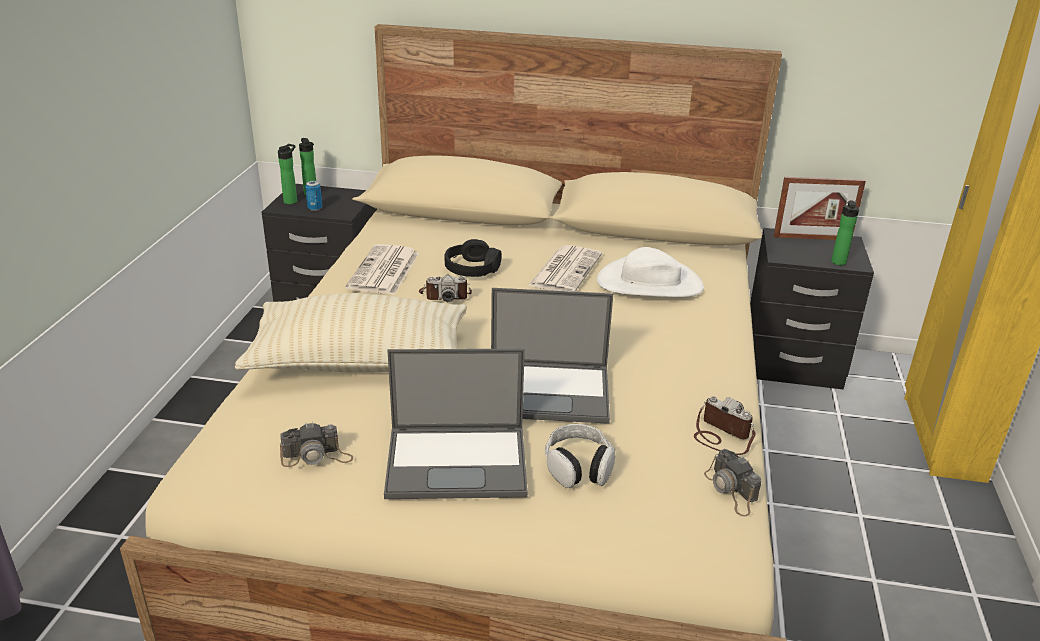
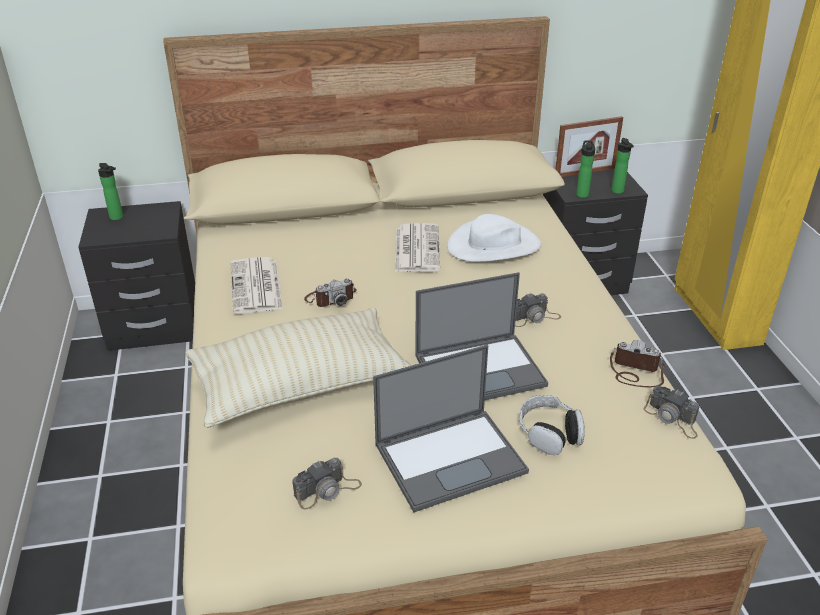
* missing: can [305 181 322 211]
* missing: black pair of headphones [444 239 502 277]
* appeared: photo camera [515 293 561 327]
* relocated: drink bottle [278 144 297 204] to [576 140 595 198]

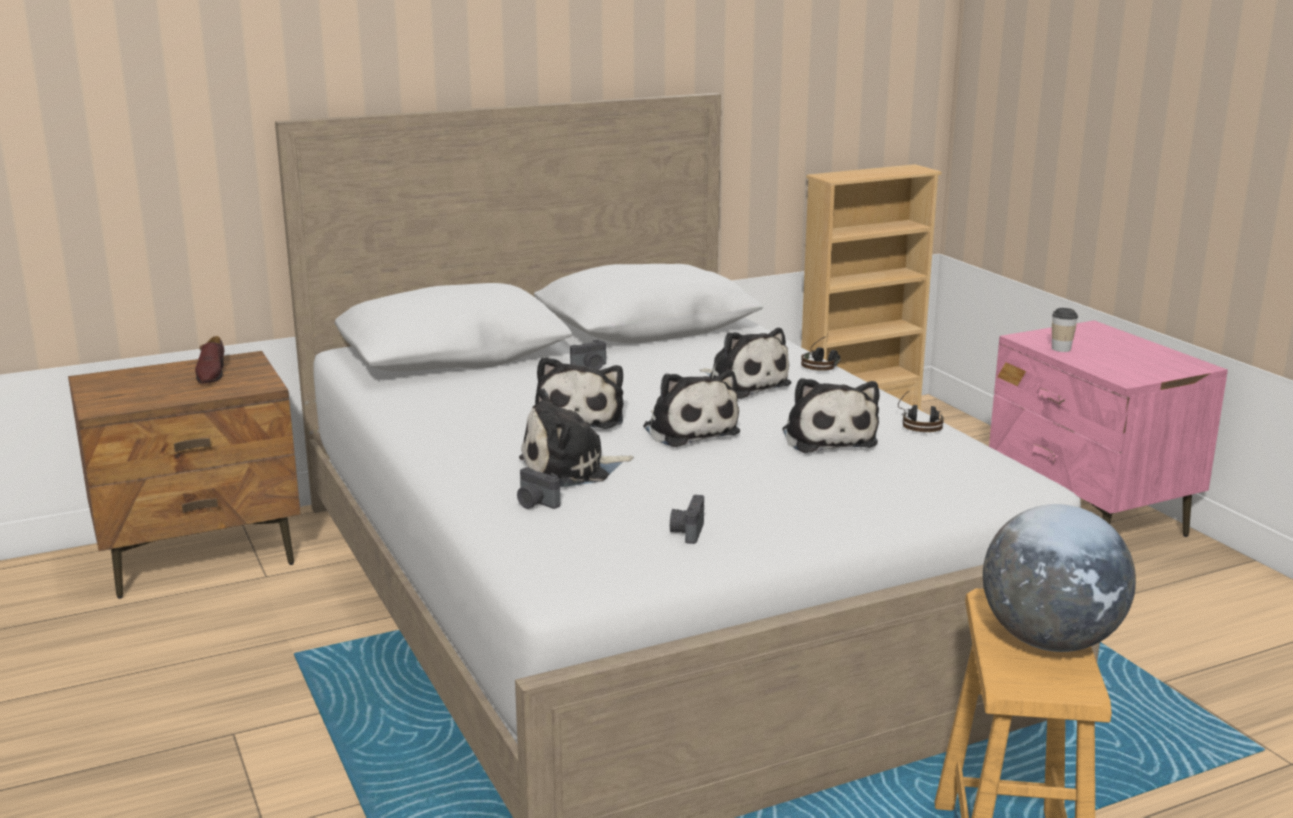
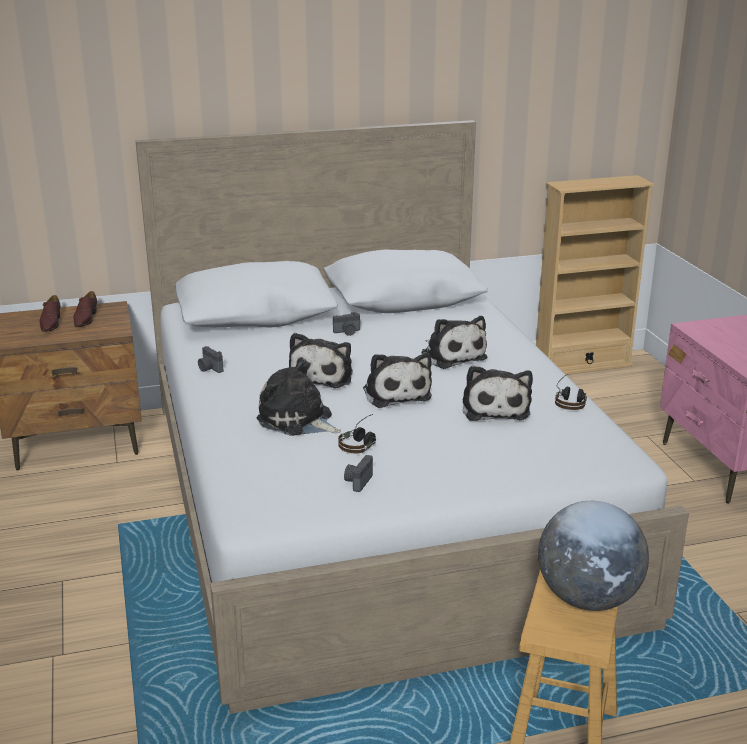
* missing: small cup [1052 308 1078 352]
* appeared: brown-coloured low shoe [39 295 61 332]
* relocated: photo camera [517 468 560 509] to [198 346 223 373]
* relocated: pair of headphones [801 337 841 371] to [338 414 376 454]
* spun: cuddly toy [519 388 634 487] = [257 359 341 436] 45 degrees clockwise

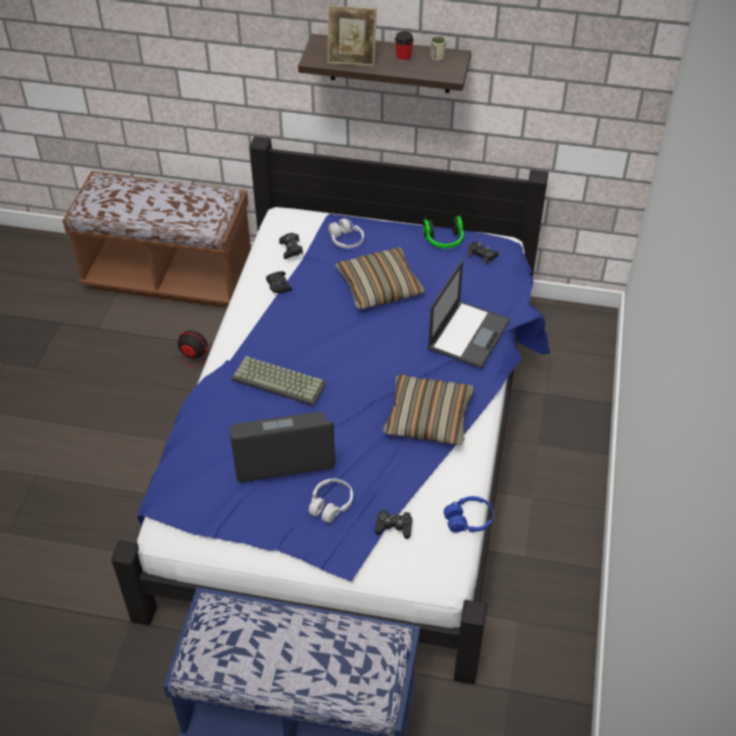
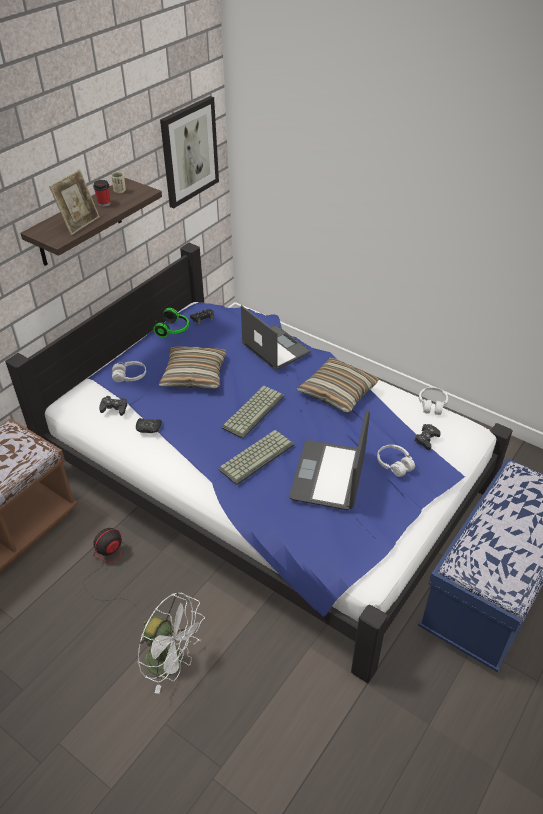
* appeared: white cooling fan [138 592 205 694]
* appeared: picture [160 96 219 208]
* appeared: PC keyboard [222 386 284 439]
* colour: blue-coloured pair of headphones [444 496 494 533] to white pair of headphones [419 387 448 415]

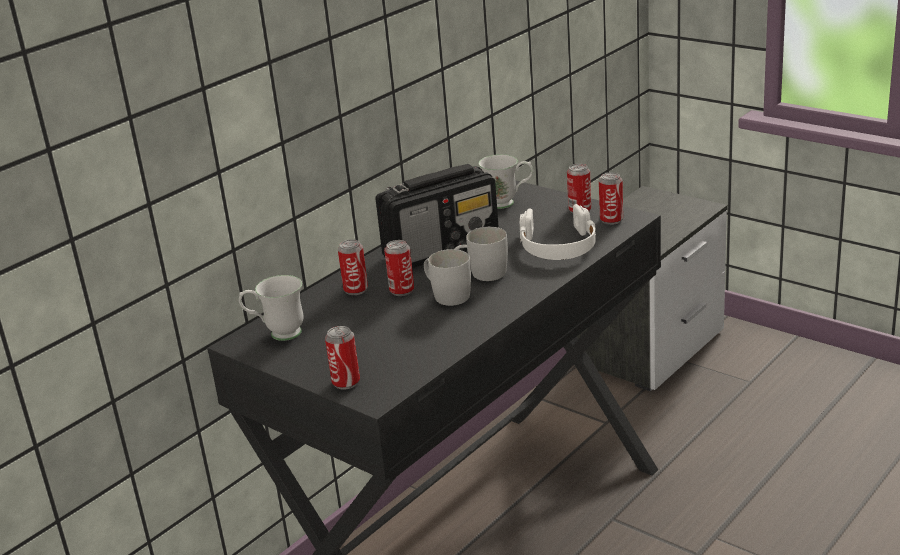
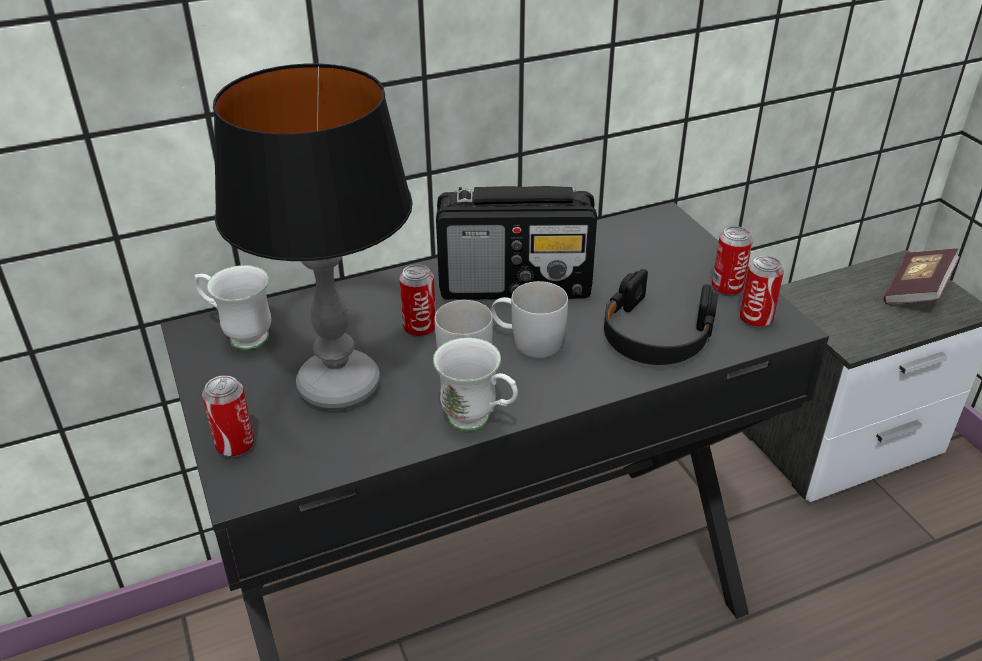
* missing: can [338 239 368 295]
* appeared: lamp for a table [213 63 413 410]
* appeared: bound book [884 248 960 304]
* relocated: white tea mug [478 154 533 209] to [433 337 518 431]
* colour: white pair of headphones [520 204 596 260] to black pair of headphones [604 269 718 365]

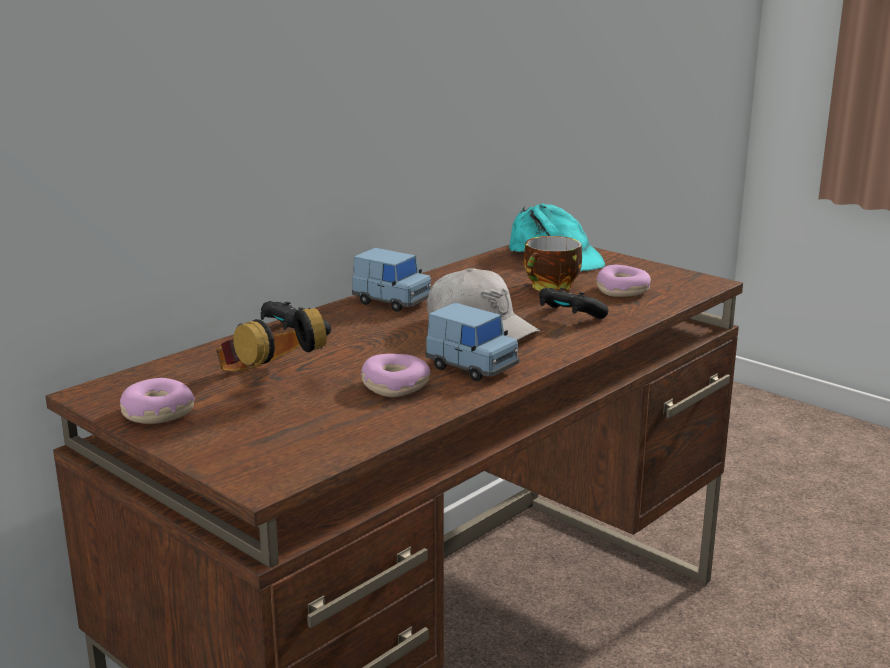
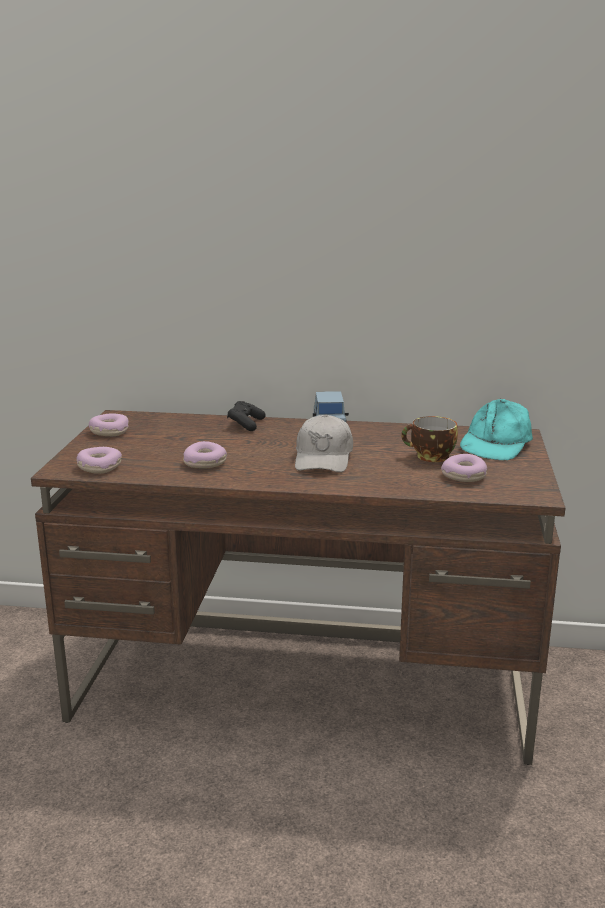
* missing: pair of headphones [216 307 327 371]
* missing: blue-coloured model car [426 303 519 381]
* missing: black joypad [539 287 608 319]
* appeared: ring doughnut [76 447 122 474]

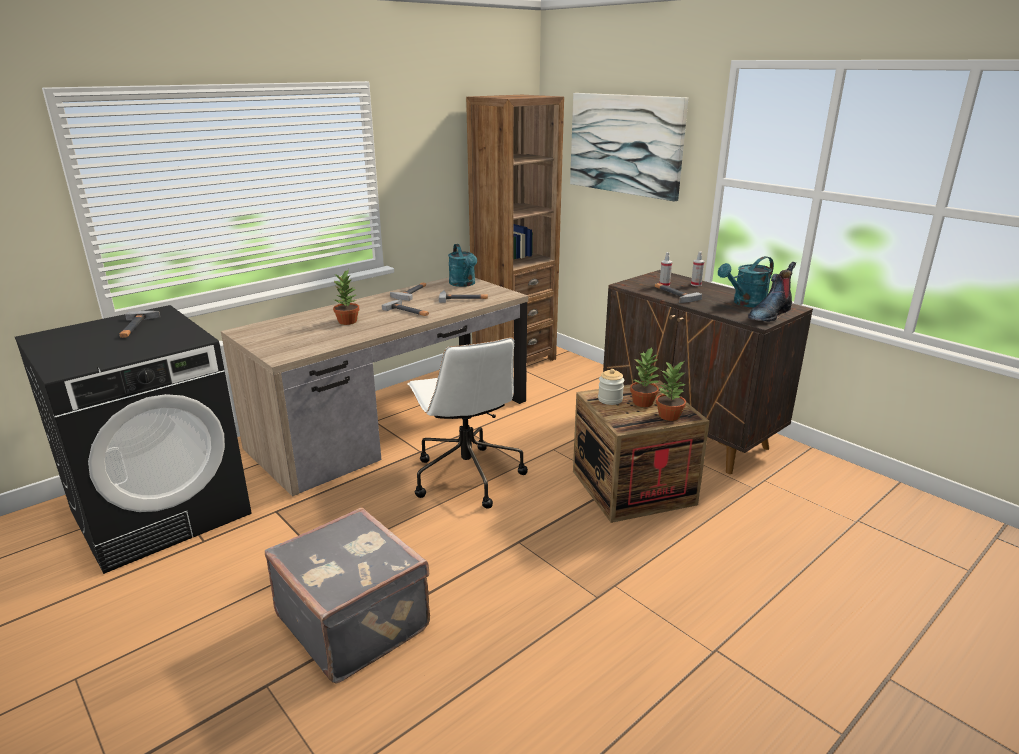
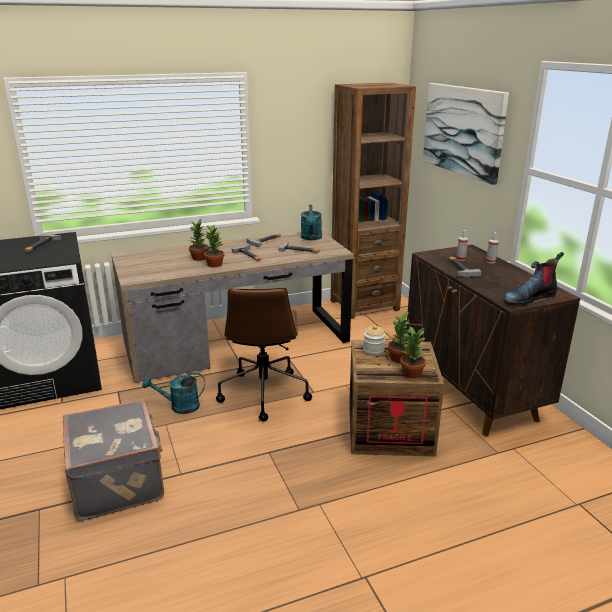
* appeared: plant in a pot [204 224 224 267]
* relocated: turquoise watering can [718 256 774 307] to [142 372 205 414]
* colour: white computer chair [407 337 528 509] to brown-coloured computer chair [216 287 312 422]

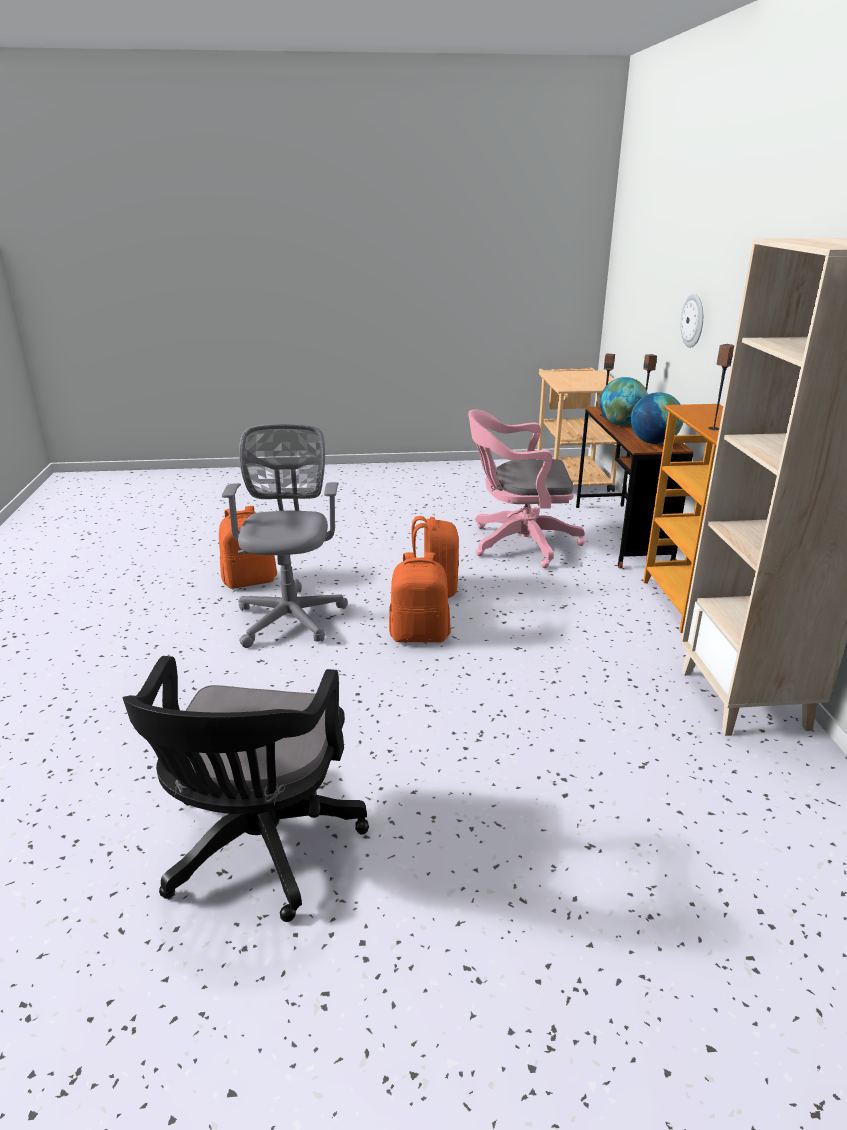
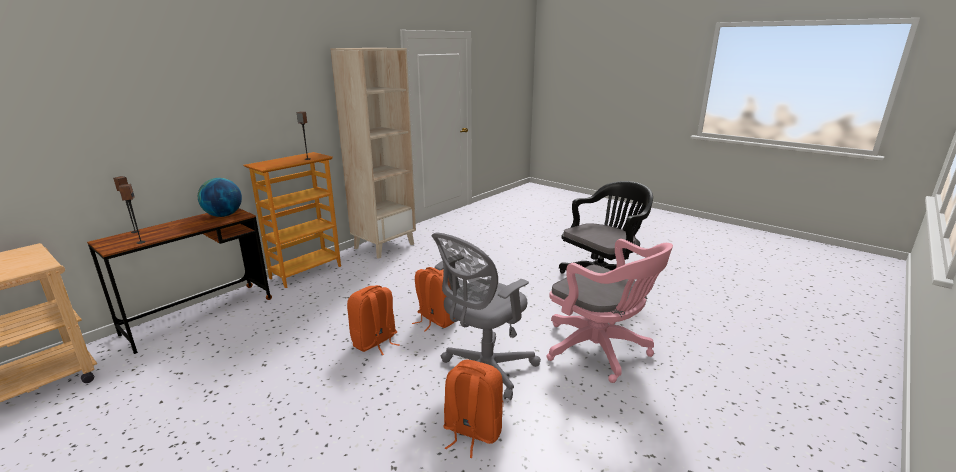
* missing: desk globe [600 377 648 426]
* missing: clock on the wall [681 294 703 348]
* relocated: pink computer chair [468 409 585 568] to [547 239 673 383]

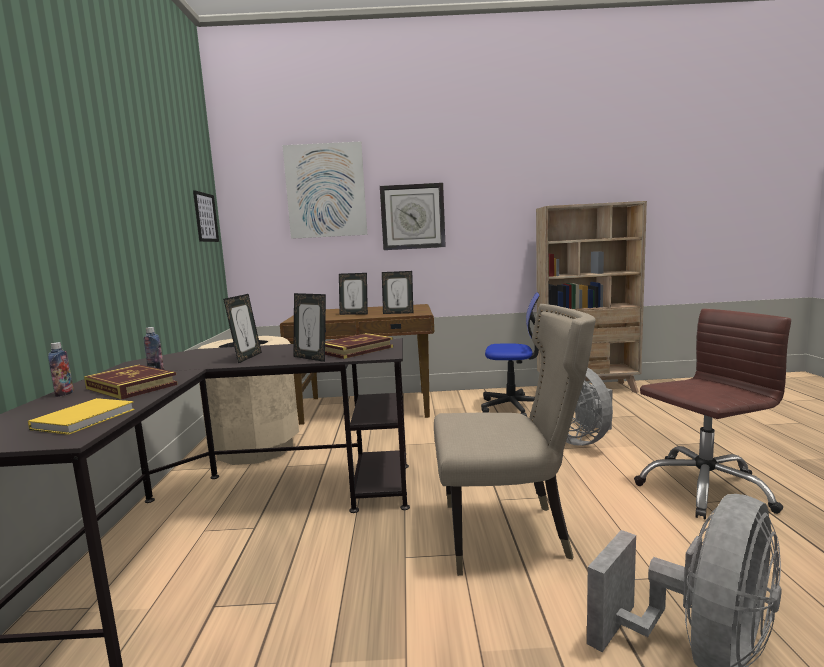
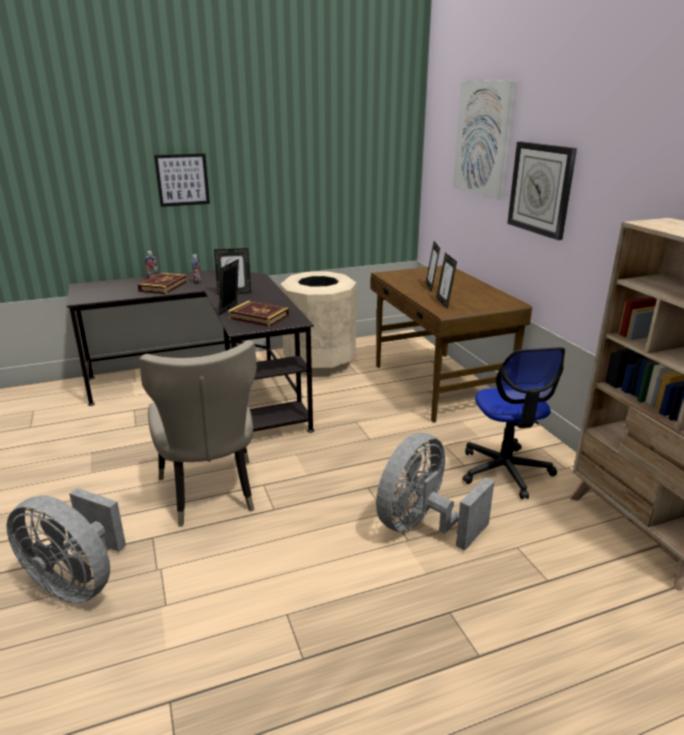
* missing: yellow-coloured bound book [28 398 135 435]
* missing: brown-coloured computer chair [634 309 791 520]
* relocated: picture [193 190 219 242] to [154 153 210 207]

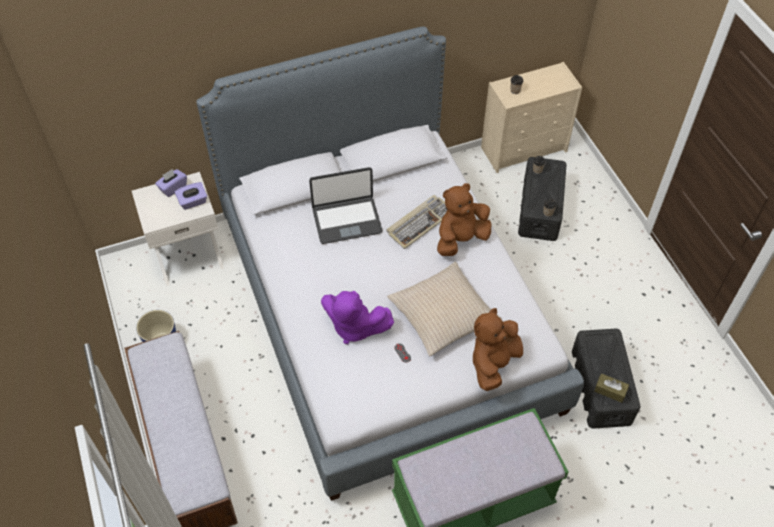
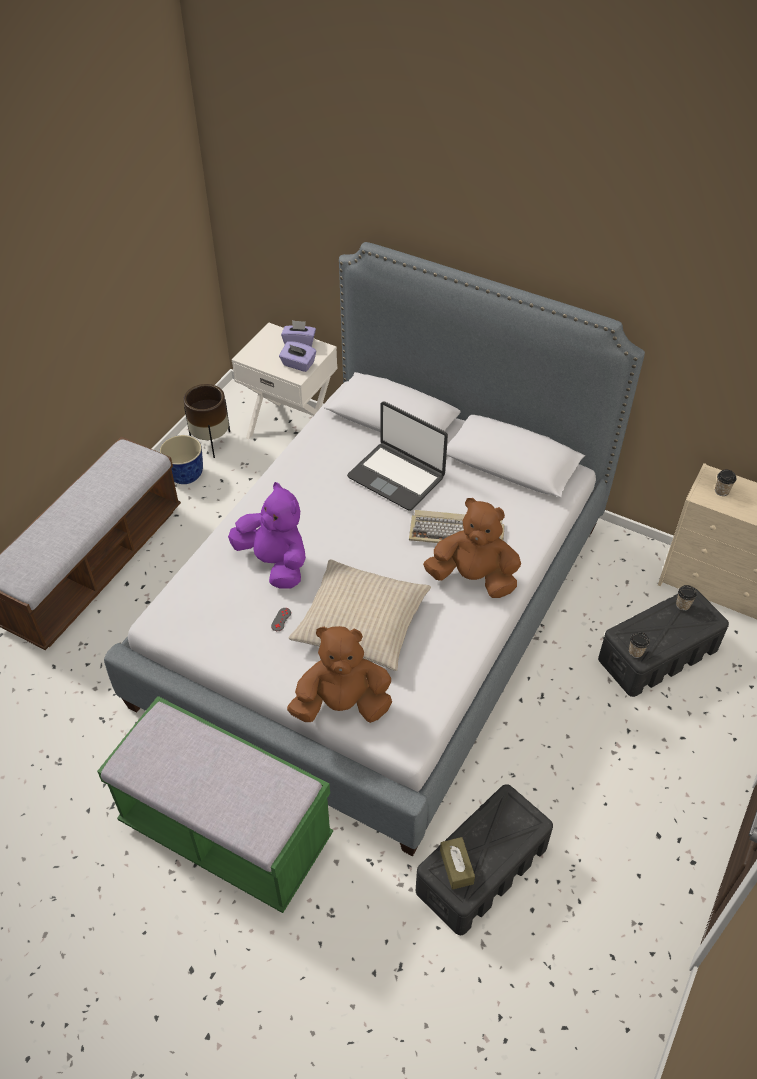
* appeared: brown-coloured plant pot [183 384 230 458]
* spun: purple-coloured cuddly toy [321 291 394 344] = [228 482 306 589] 150 degrees clockwise

